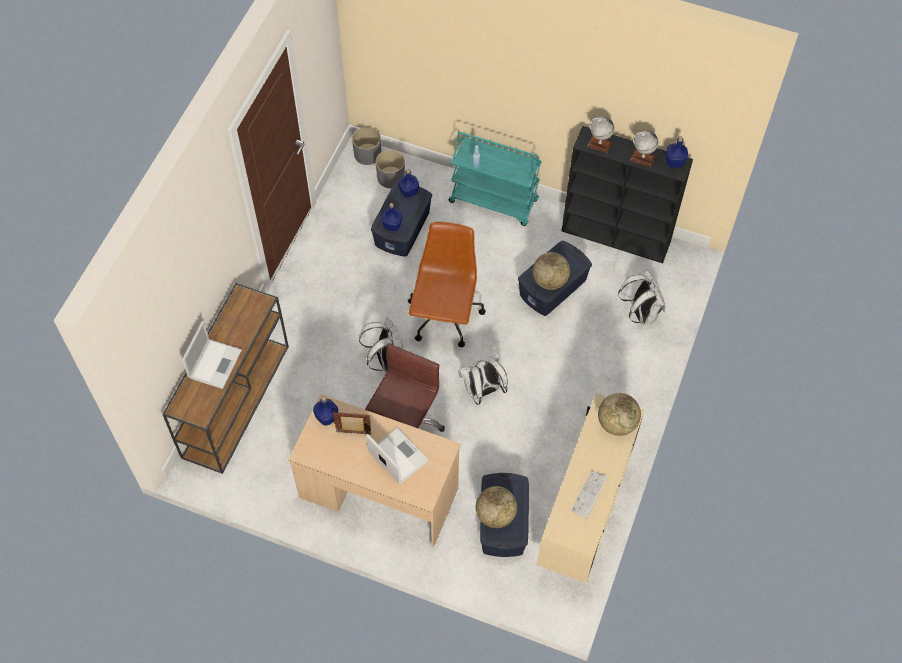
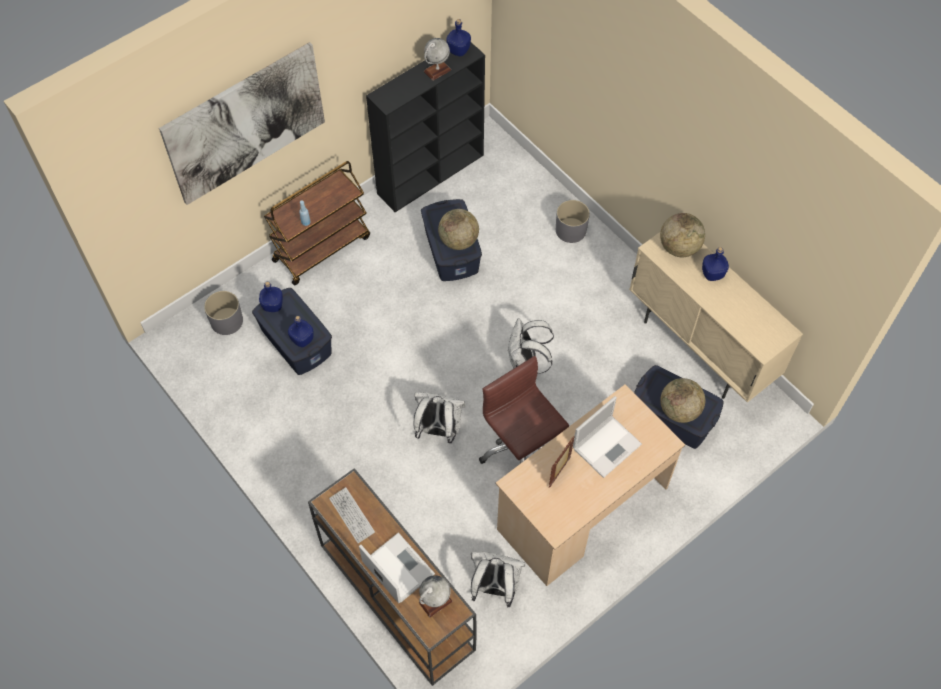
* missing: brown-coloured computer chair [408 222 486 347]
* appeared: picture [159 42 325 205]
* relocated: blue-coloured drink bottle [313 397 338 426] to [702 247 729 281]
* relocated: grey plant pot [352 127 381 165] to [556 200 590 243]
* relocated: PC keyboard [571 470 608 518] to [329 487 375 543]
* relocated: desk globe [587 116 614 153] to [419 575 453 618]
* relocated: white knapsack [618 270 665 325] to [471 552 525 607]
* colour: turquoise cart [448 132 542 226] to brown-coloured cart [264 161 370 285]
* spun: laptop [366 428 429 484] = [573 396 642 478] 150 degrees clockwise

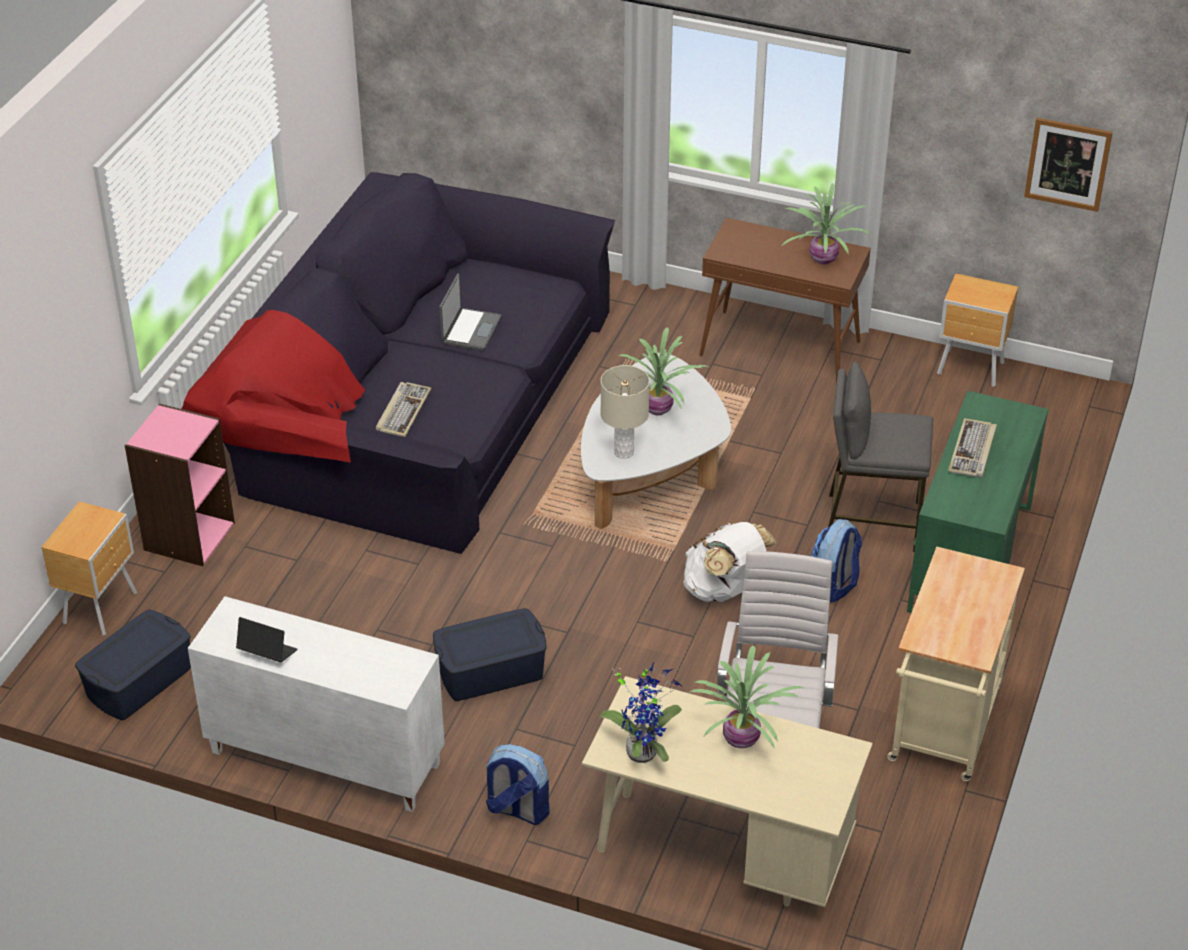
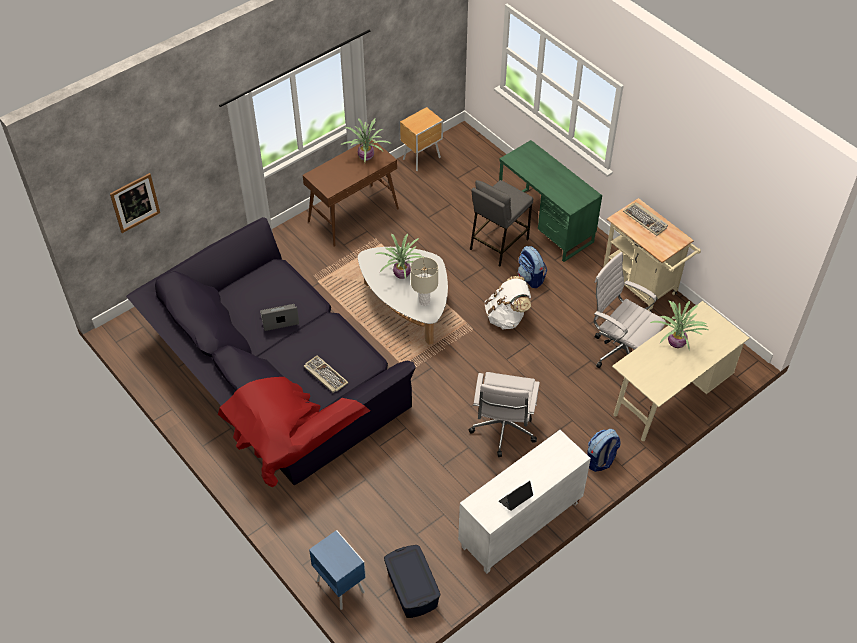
* missing: pink bookcase [125 404 235 566]
* missing: plant in a pot [600 663 682 763]
* relocated: PC keyboard [948 418 997 477] to [623 202 668 236]
* relocated: picture [1024 118 1113 212] to [110 173 160 233]
* exchanged: blue-coloured storage container [433 608 547 701] to white computer chair [469 372 540 457]
* colour: brown-coloured bedside table [41 501 137 636] to blue-coloured bedside table [309 530 366 610]
* spun: laptop [439 274 501 351] = [260 304 299 331] 60 degrees counterclockwise

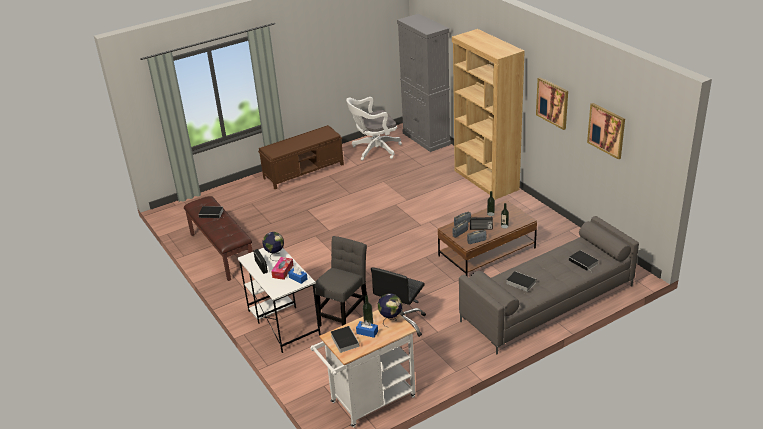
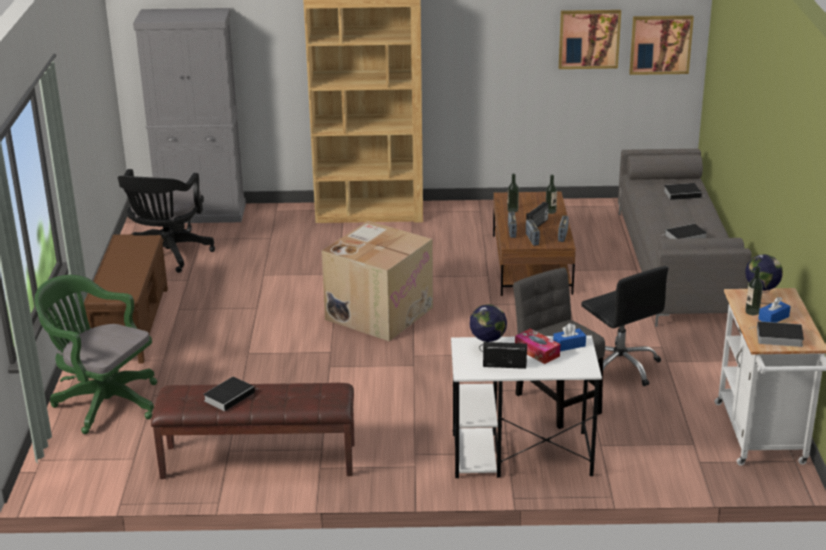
* appeared: green computer chair [34 275 157 434]
* appeared: packing box [321 221 433 341]
* relocated: picture [536 77 568 130] to [629 15 694 75]
* colour: white computer chair [346 97 402 160] to black computer chair [118 169 215 273]

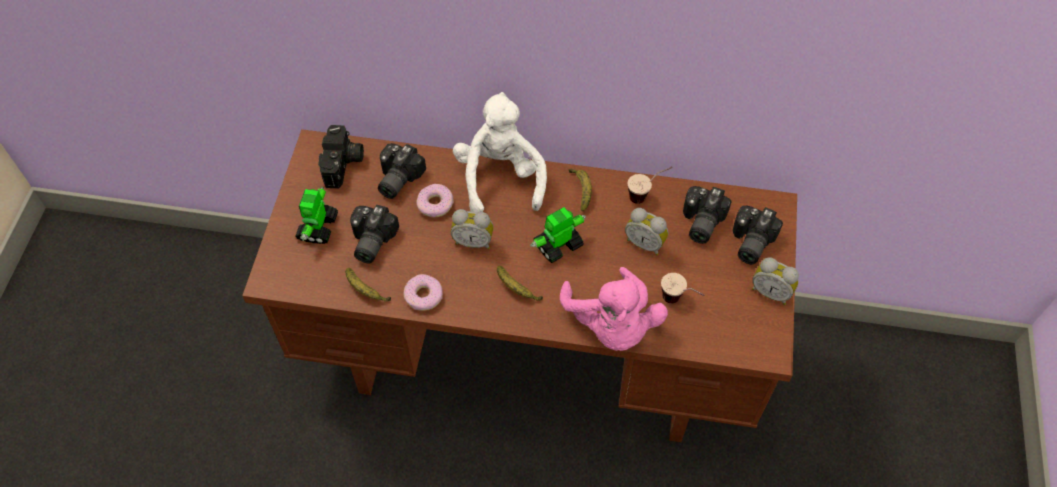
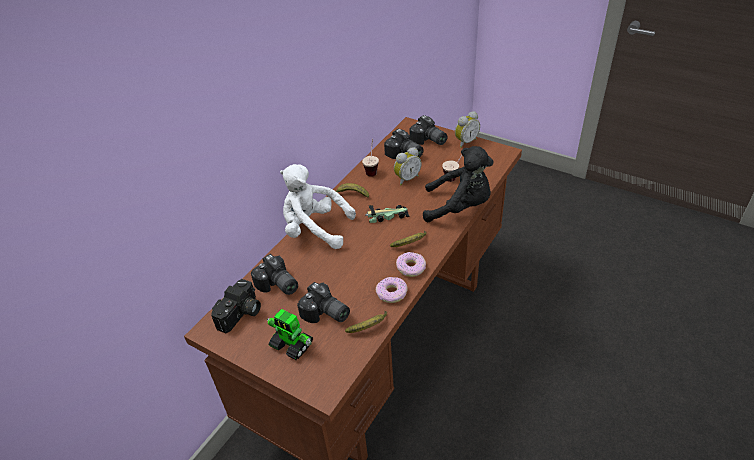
* missing: alarm clock [451 209 493 249]
* relocated: ring doughnut [417 184 454 217] to [396 252 426 277]
* exchanged: toy robot [530 207 586 263] to model car [365 205 410 223]
* colour: pink cuddly toy [560 267 668 351] to black cuddly toy [423 146 494 222]
* spun: photo camera [318 125 364 189] = [211 279 261 333] 90 degrees clockwise

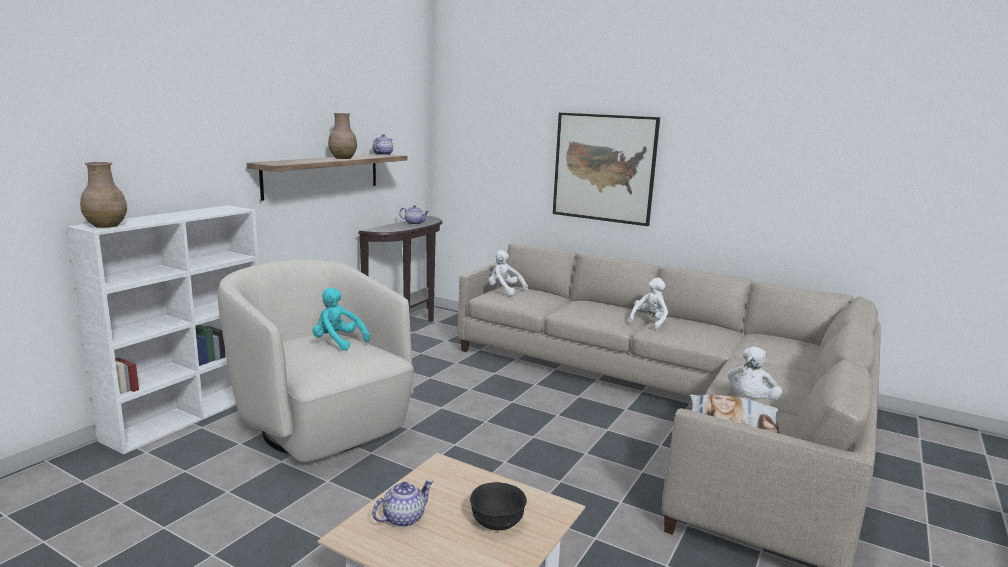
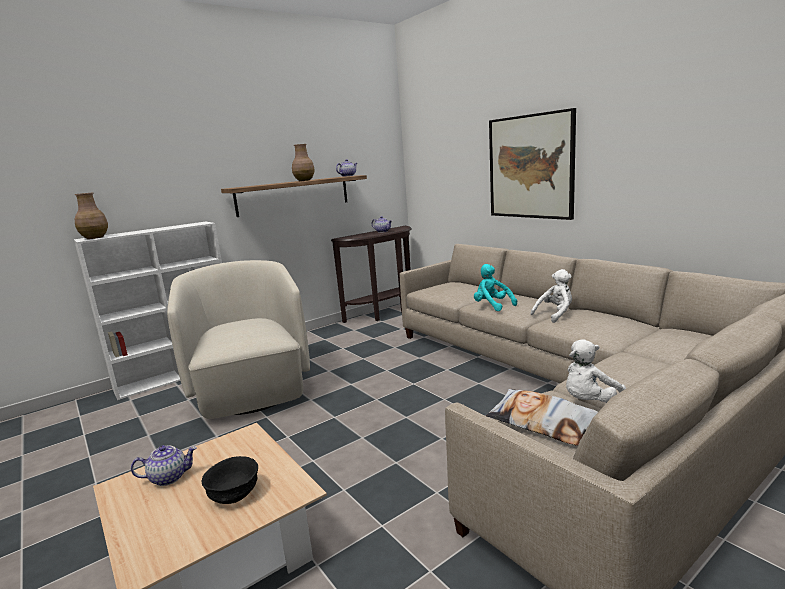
* missing: white cuddly toy [488 250 528 295]
* relocated: turquoise cuddly toy [312 287 370 351] to [474 264 517 311]

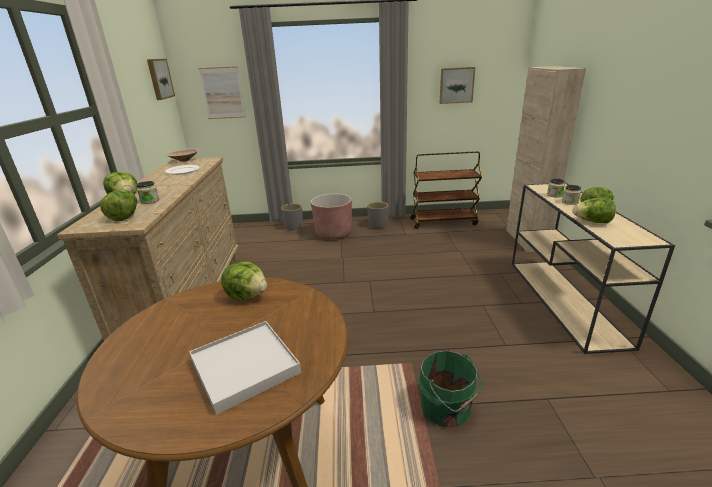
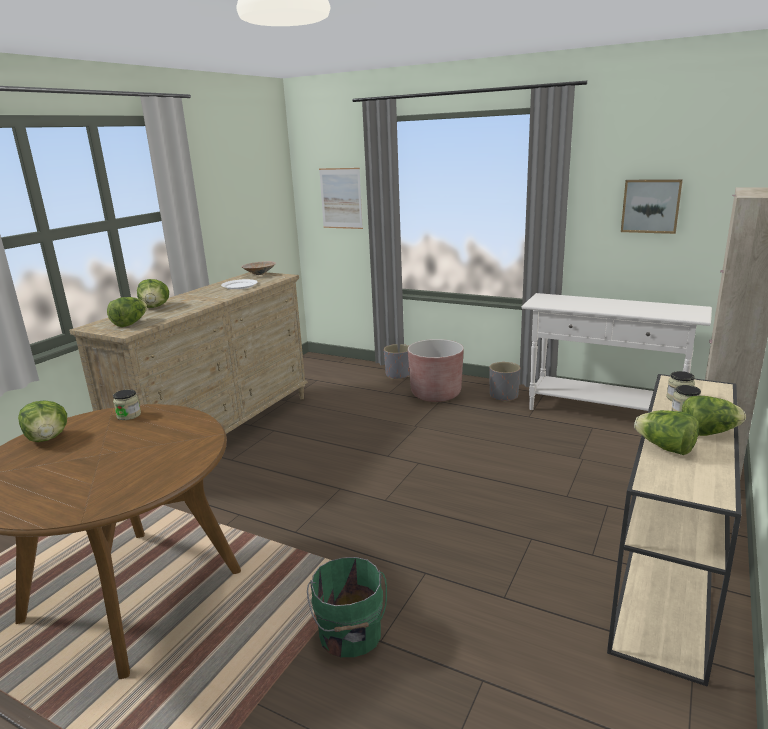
* missing: picture [147 59 175 100]
* missing: white serving tray [189 321 301 415]
* relocated: jar [136 181 160 204] to [113 389 141 420]
* relocated: lettuce head [221 262 267 300] to [18 400 67 442]
* exchanged: brown-coloured cart [410 151 482 229] to white narrow table [521 293 712 411]

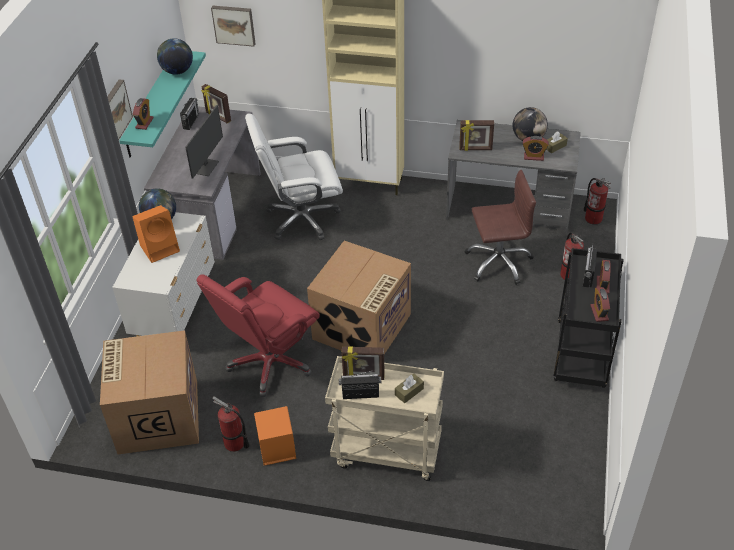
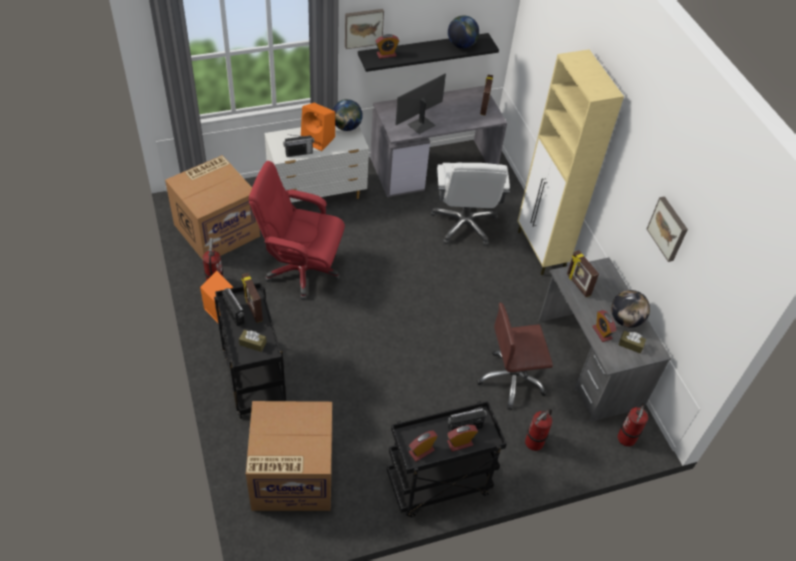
* relocated: radio [180 98 199 130] to [283 135 314 157]
* relocated: picture [211 6 256 47] to [647 196 688 262]
* relocated: packing box [307 241 411 354] to [246 401 332 511]
* colour: turquoise wall shelf [119 51 206 158] to black wall shelf [358 33 499 72]
* colour: beige-coloured cart [325 356 444 481] to black cart [214 283 286 419]
* spun: computer screen [185 105 223 179] = [395 74 446 134] 150 degrees clockwise
* spun: white computer chair [245 114 343 240] = [430 163 510 246] 135 degrees counterclockwise
* spun: brown-coloured computer chair [465 170 536 285] = [477 303 553 410] 120 degrees clockwise

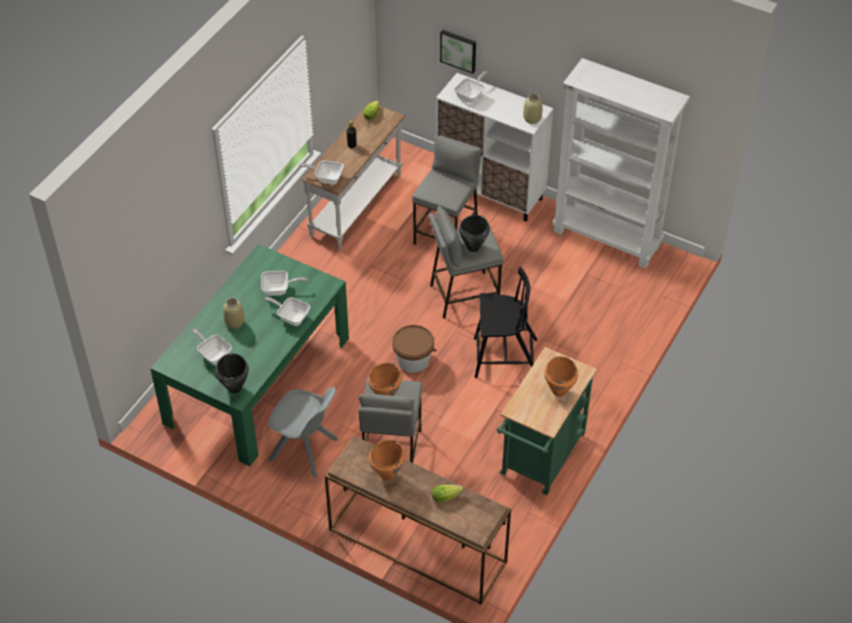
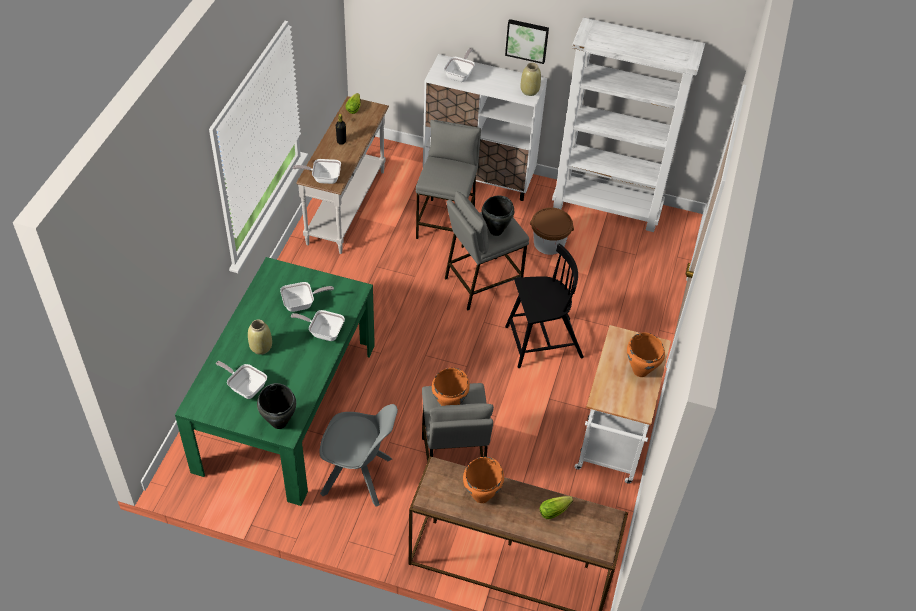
* relocated: brown-coloured water bucket [392 325 437 373] to [530 207 574 255]
* relocated: picture [440 30 476 74] to [505 19 549 64]
* colour: green cart [497 347 597 495] to white cart [575 325 671 484]

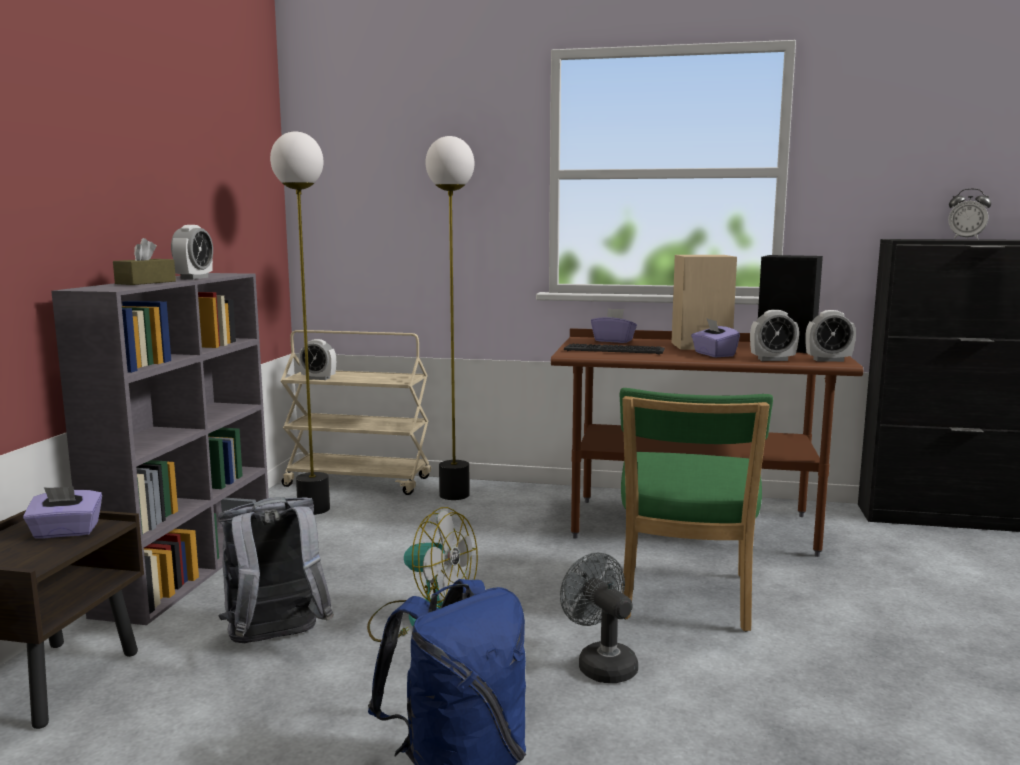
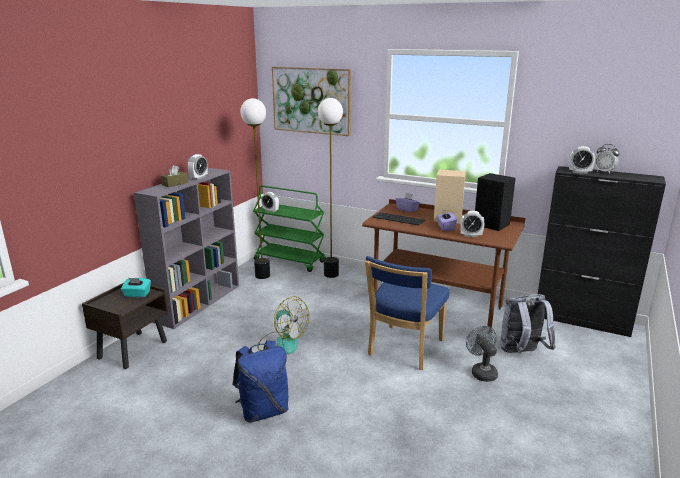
* appeared: picture [272 67 351 136]
* relocated: grey knapsack [218 497 334 643] to [500 294 556 353]
* relocated: grey cooling fan [560 552 638 683] to [466 326 498 382]
* relocated: alarm clock [805 310 856 362] to [569 146 595 174]
* colour: purple-coloured box of tissues [23 487 102 539] to turquoise box of tissues [121 278 151 297]
* colour: beige-coloured cart [281 330 431 495] to green cart [253 185 326 272]
* colour: green upright chair [620 388 773 632] to blue-coloured upright chair [365 256 449 370]

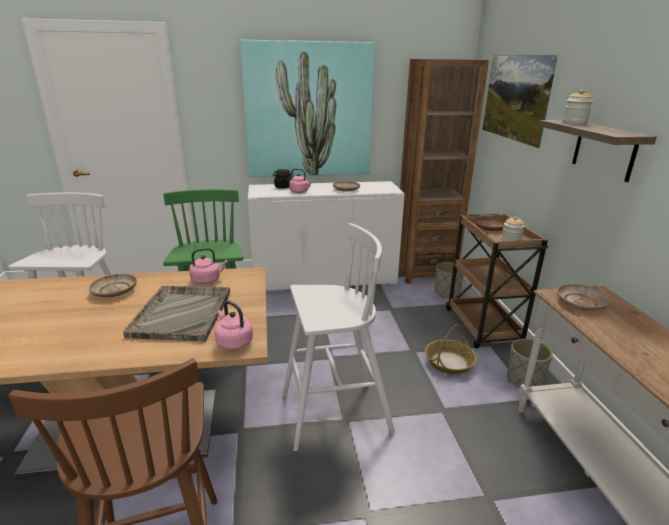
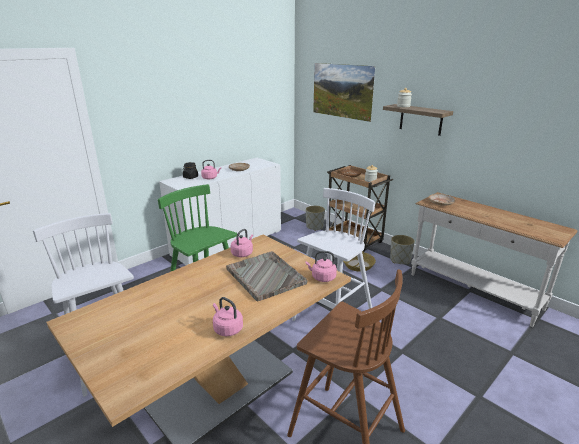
* missing: beige-coloured plate [89 274 137 297]
* missing: picture [240 40 375 177]
* missing: brown-coloured bookcase [399 59 489 284]
* appeared: pink kettle [213 297 243 336]

